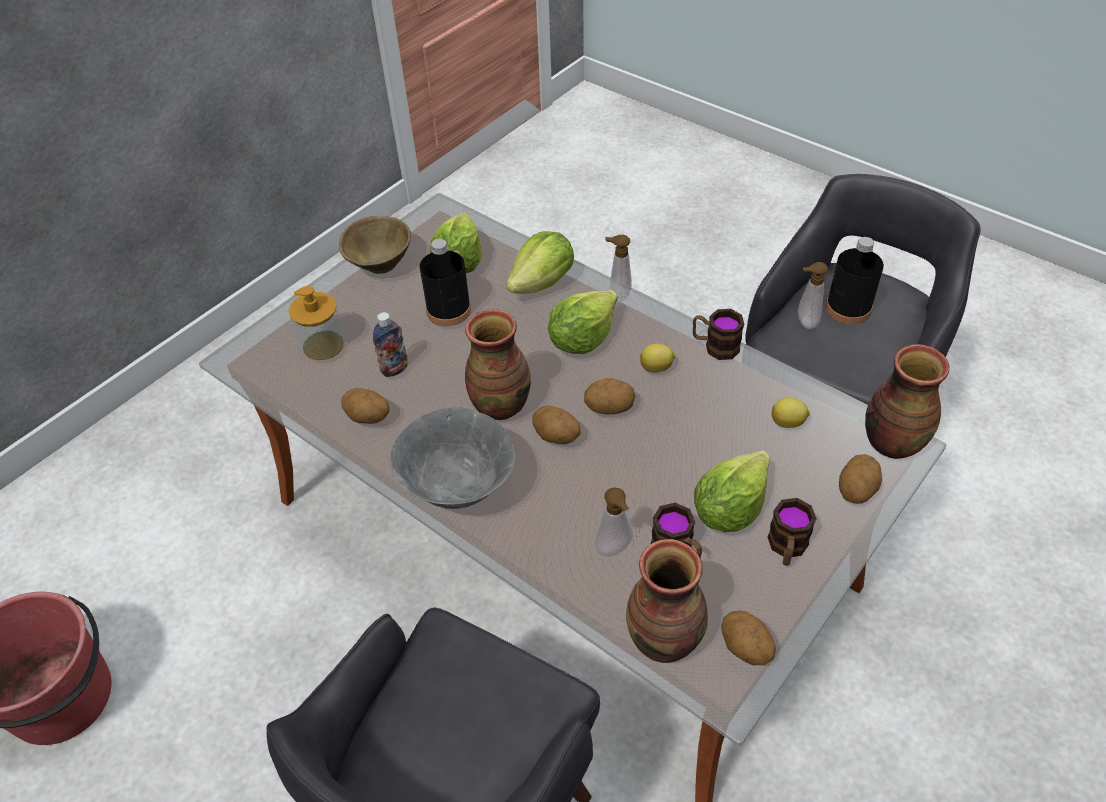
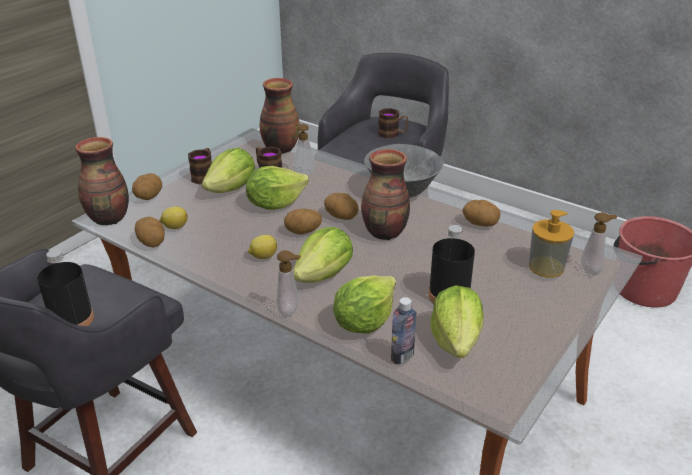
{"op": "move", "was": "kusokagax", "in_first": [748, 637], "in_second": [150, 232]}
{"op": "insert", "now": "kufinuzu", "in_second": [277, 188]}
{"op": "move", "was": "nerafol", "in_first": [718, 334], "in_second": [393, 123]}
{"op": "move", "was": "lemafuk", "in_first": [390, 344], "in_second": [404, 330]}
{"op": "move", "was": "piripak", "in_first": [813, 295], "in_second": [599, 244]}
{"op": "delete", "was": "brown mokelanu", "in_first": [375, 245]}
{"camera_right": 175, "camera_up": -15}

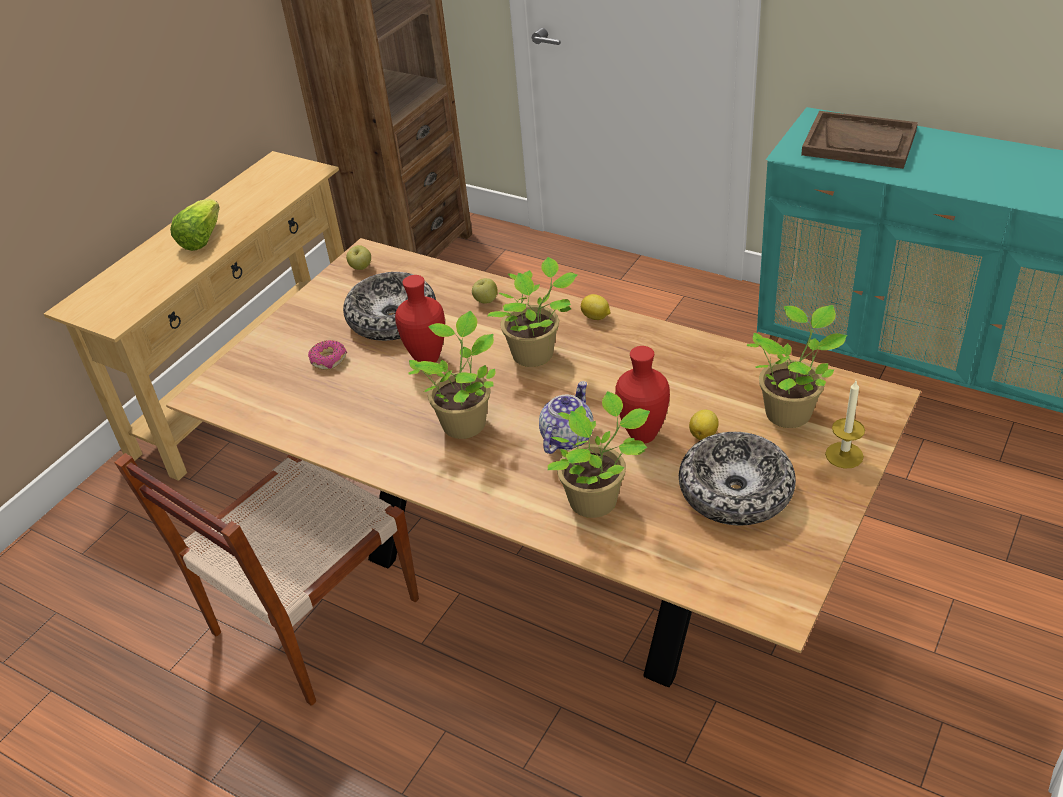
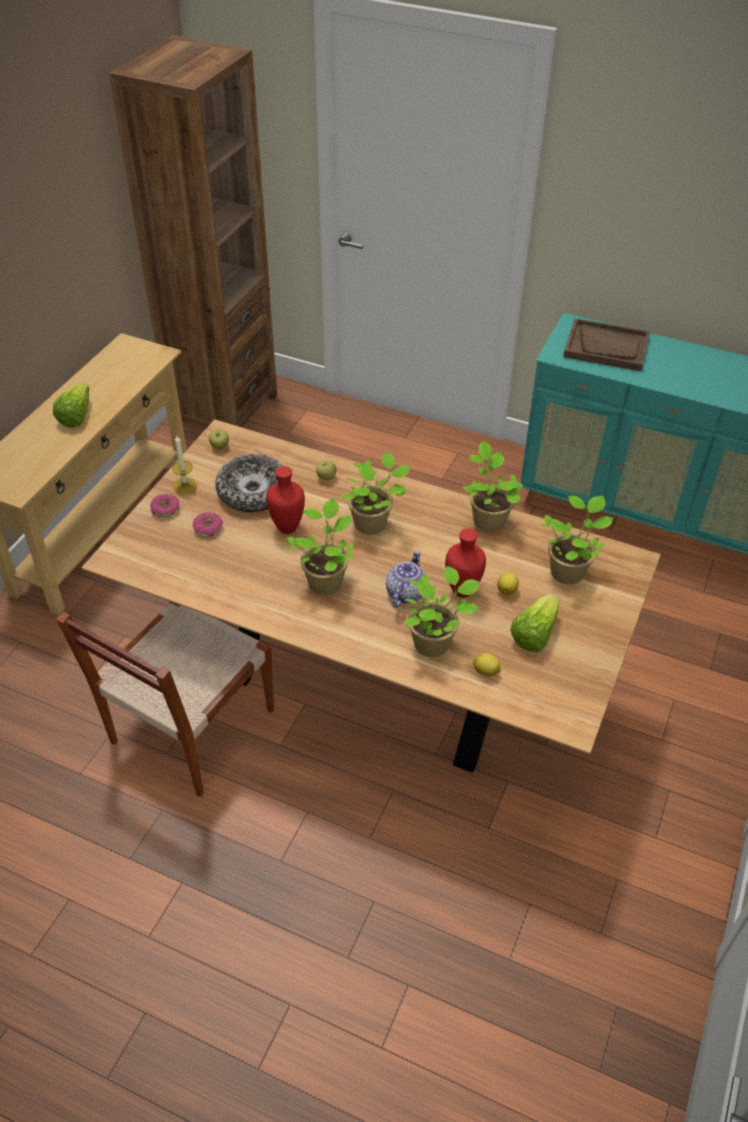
{"op": "insert", "now": "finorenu", "in_second": [165, 505]}
{"op": "move", "was": "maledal", "in_first": [845, 425], "in_second": [184, 465]}
{"op": "insert", "now": "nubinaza", "in_second": [492, 486]}
{"op": "move", "was": "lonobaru", "in_first": [596, 307], "in_second": [487, 665]}
{"op": "replace", "was": "mokelanu", "now": "kufinuzu", "in_first": [737, 478], "in_second": [535, 623]}
{"camera_right": -10, "camera_up": 5}

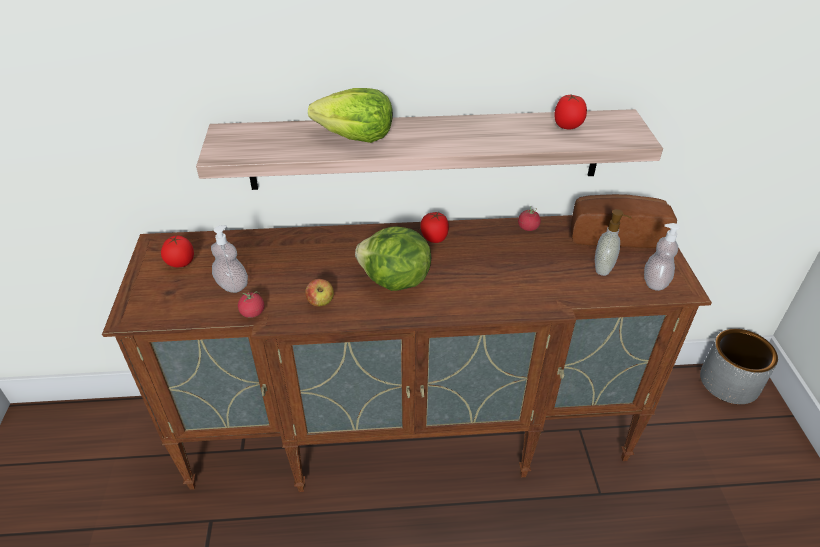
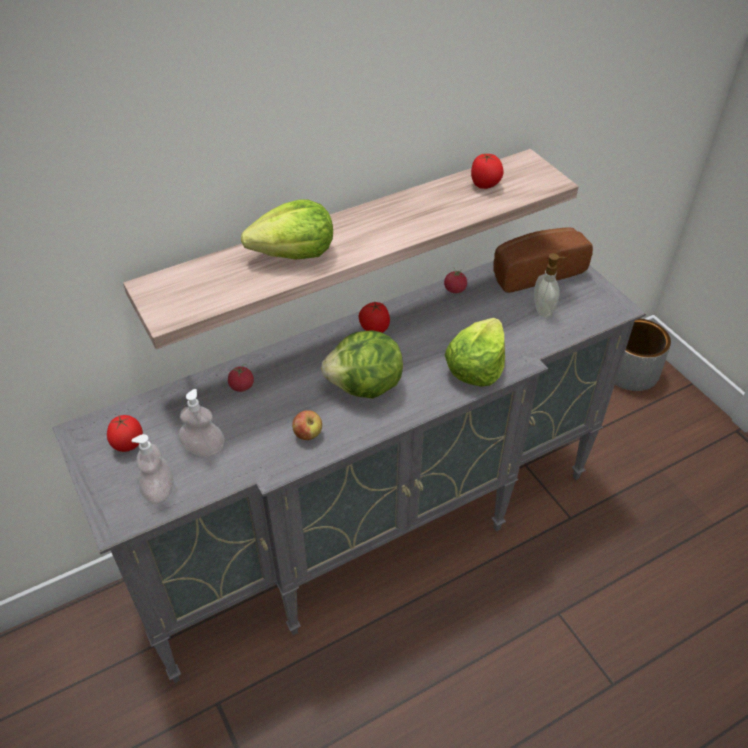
{"op": "recolor", "was": "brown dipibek", "now": "grey dipibek", "in_first": [407, 353], "in_second": [349, 472]}
{"op": "move", "was": "piripak", "in_first": [662, 257], "in_second": [152, 469]}
{"op": "move", "was": "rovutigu", "in_first": [251, 304], "in_second": [241, 378]}
{"op": "insert", "now": "kufinuzu", "in_second": [475, 352]}
{"camera_right": -25, "camera_up": 5}

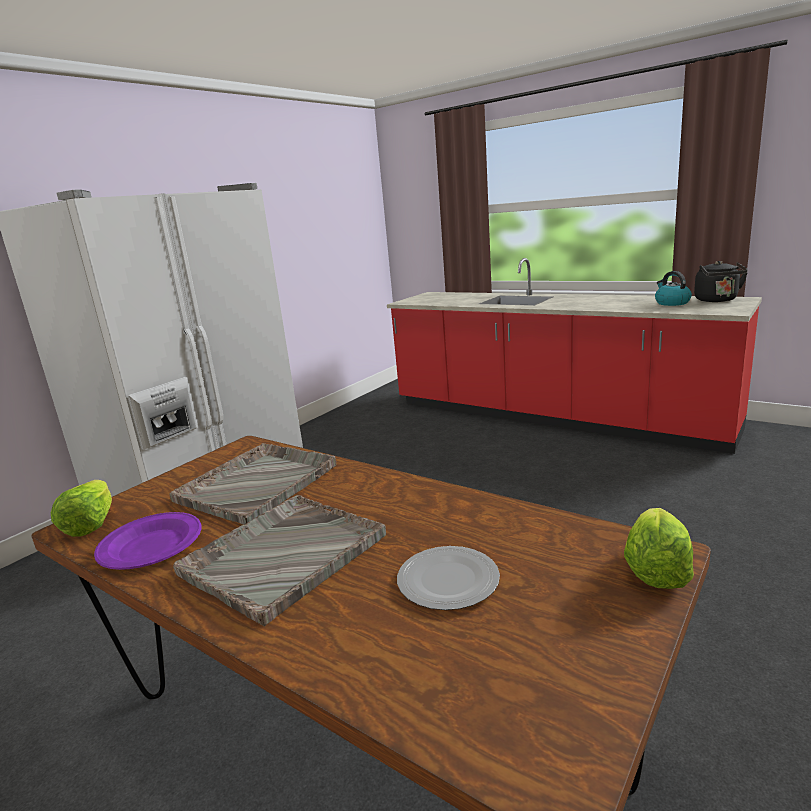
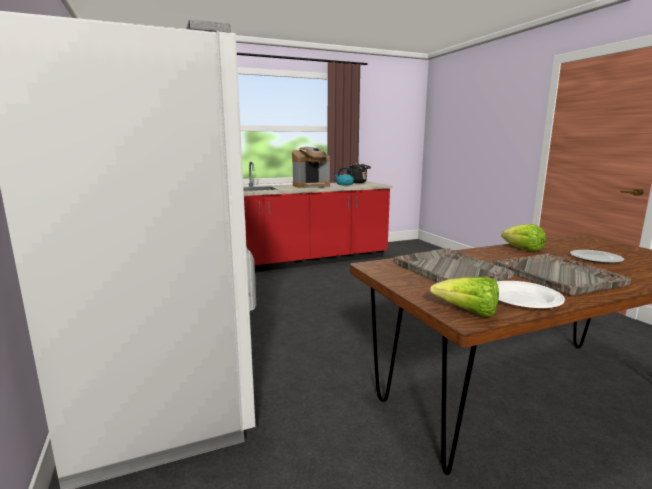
{"op": "insert", "now": "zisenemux", "in_second": [311, 167]}
{"op": "recolor", "was": "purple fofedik", "now": "white fofedik", "in_first": [148, 541], "in_second": [530, 294]}
{"op": "move", "was": "kufinuzu", "in_first": [659, 548], "in_second": [523, 238]}
{"camera_right": -60, "camera_up": -5}

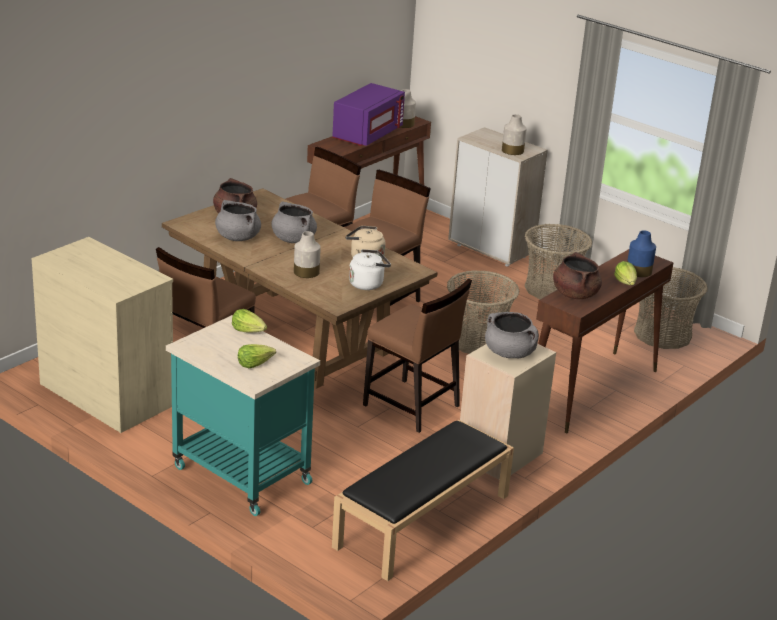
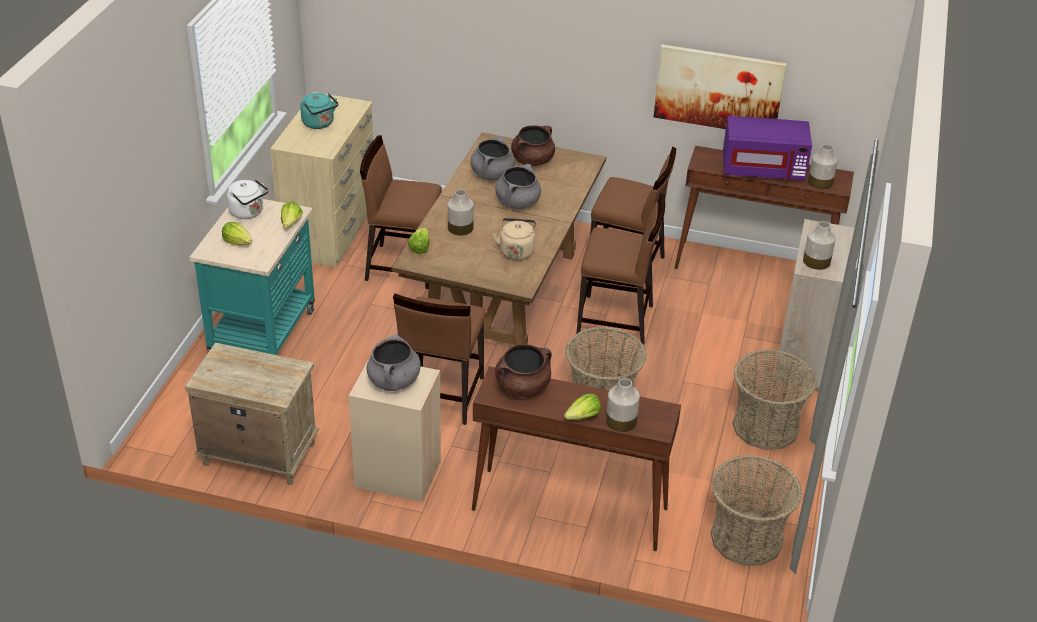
{"op": "replace", "was": "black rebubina", "now": "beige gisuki", "in_first": [423, 500], "in_second": [252, 414]}
{"op": "move", "was": "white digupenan", "in_first": [370, 269], "in_second": [248, 199]}
{"op": "insert", "now": "turquoise digupenan", "in_second": [319, 111]}
{"op": "insert", "now": "kufinuzu", "in_second": [418, 240]}
{"op": "recolor", "was": "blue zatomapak", "now": "beige zatomapak", "in_first": [641, 253], "in_second": [623, 405]}
{"op": "insert", "now": "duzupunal", "in_second": [720, 87]}
{"camera_right": 65, "camera_up": 10}

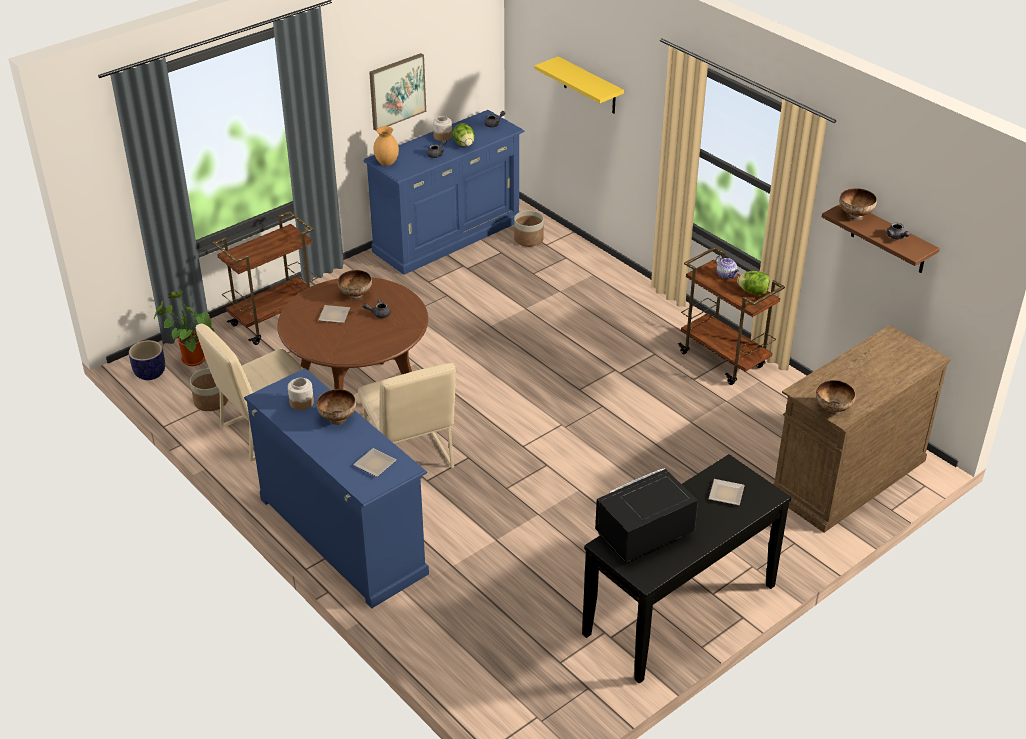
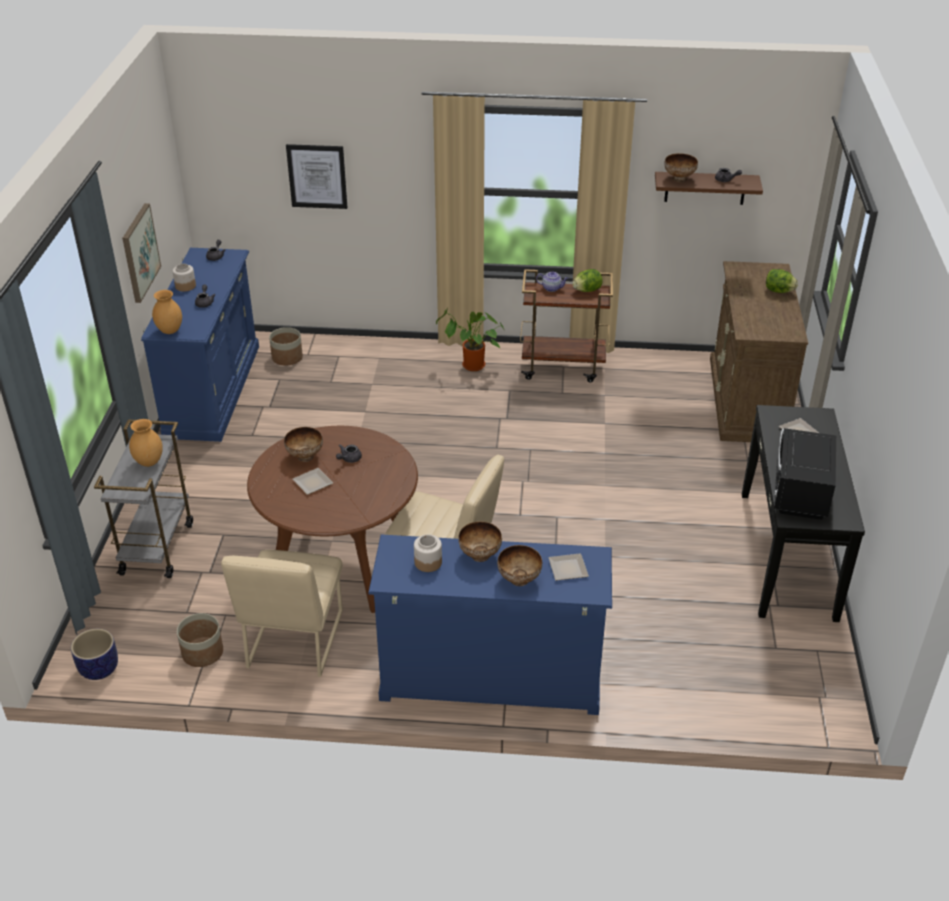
{"op": "recolor", "was": "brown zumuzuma", "now": "grey zumuzuma", "in_first": [265, 278], "in_second": [143, 498]}
{"op": "insert", "now": "brown zatomapak", "in_second": [146, 443]}
{"op": "replace", "was": "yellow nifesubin", "now": "duzupunal", "in_first": [579, 85], "in_second": [316, 176]}
{"op": "move", "was": "nubinaza", "in_first": [184, 328], "in_second": [470, 339]}
{"op": "move", "was": "mokelanu", "in_first": [835, 397], "in_second": [519, 565]}
{"op": "move", "was": "kufinuzu", "in_first": [463, 135], "in_second": [782, 281]}
{"camera_right": -45, "camera_up": 0}

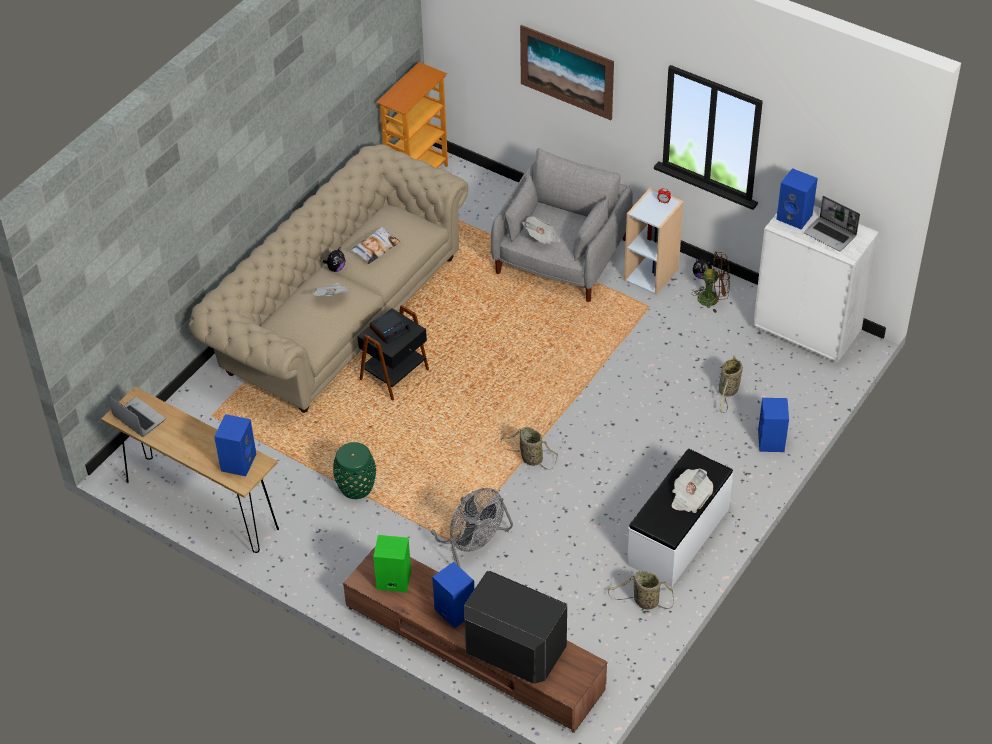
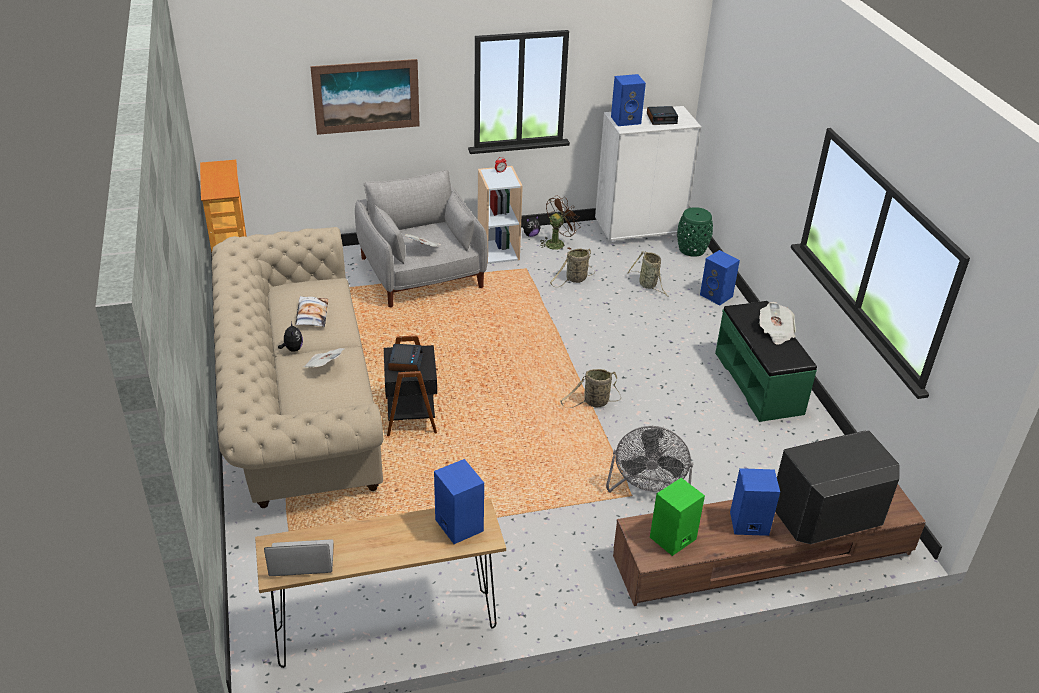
{"op": "move", "was": "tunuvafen", "in_first": [641, 590], "in_second": [572, 267]}
{"op": "rotate", "was": "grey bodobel", "in_first": [472, 527], "in_second": [649, 459], "clockwise": 105}
{"op": "replace", "was": "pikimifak", "now": "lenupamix", "in_first": [832, 223], "in_second": [662, 115]}
{"op": "move", "was": "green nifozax", "in_first": [354, 470], "in_second": [695, 232]}
{"op": "recolor", "was": "white rebubina", "now": "green rebubina", "in_first": [680, 518], "in_second": [766, 361]}
{"camera_right": -50, "camera_up": -10}

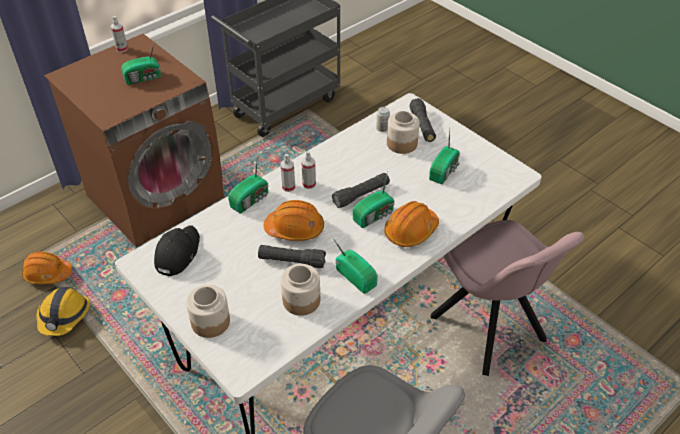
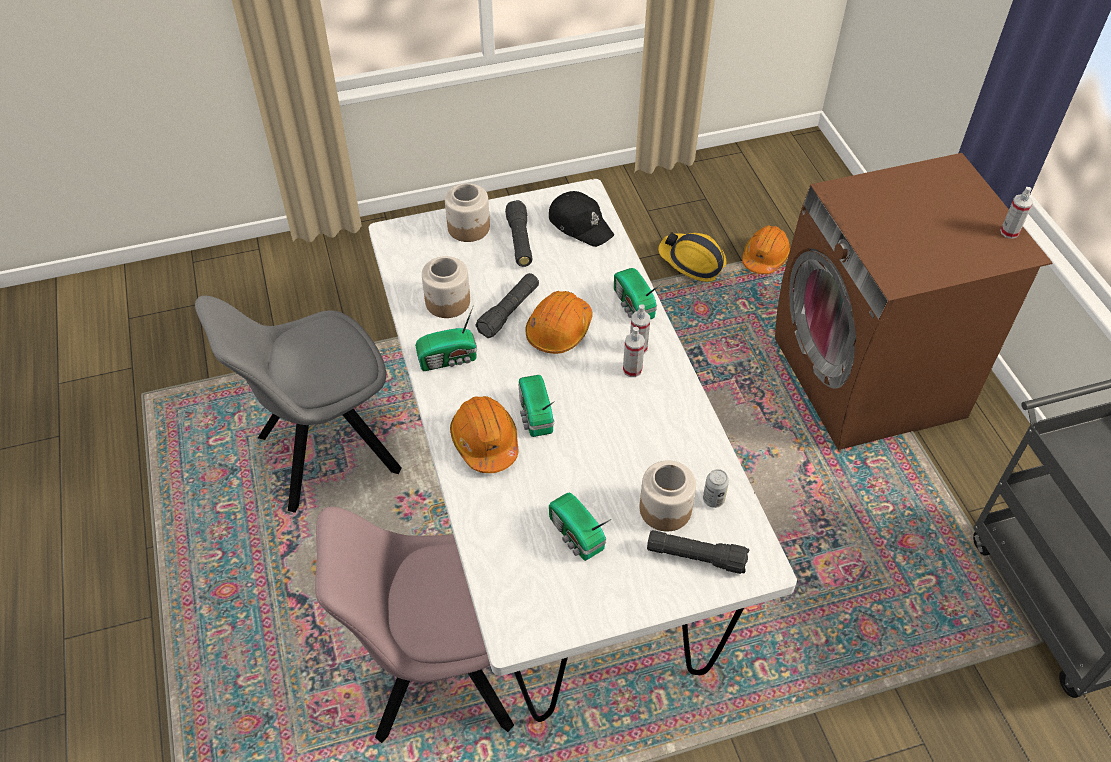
{"op": "move", "was": "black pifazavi", "in_first": [361, 190], "in_second": [519, 233]}
{"op": "delete", "was": "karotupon", "in_first": [141, 62]}
{"camera_right": 115, "camera_up": 5}

